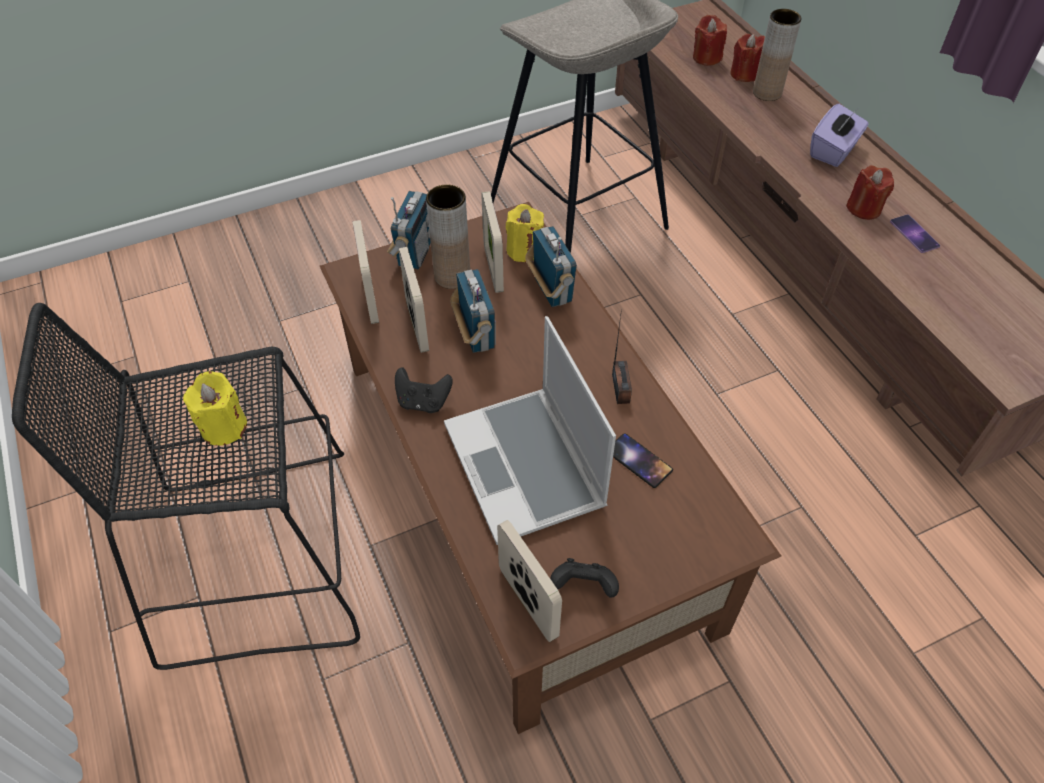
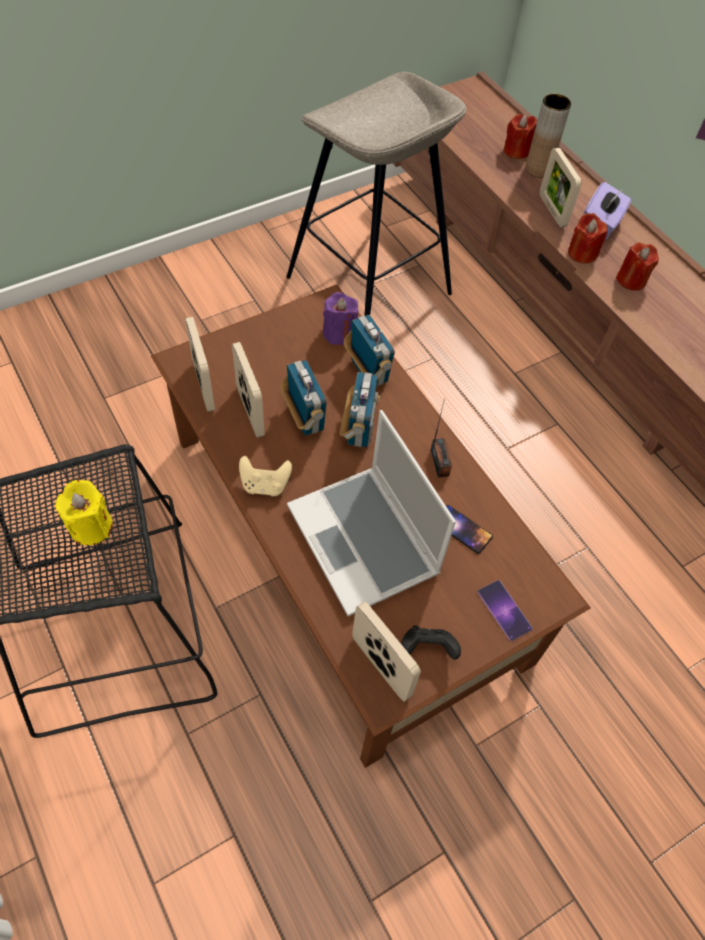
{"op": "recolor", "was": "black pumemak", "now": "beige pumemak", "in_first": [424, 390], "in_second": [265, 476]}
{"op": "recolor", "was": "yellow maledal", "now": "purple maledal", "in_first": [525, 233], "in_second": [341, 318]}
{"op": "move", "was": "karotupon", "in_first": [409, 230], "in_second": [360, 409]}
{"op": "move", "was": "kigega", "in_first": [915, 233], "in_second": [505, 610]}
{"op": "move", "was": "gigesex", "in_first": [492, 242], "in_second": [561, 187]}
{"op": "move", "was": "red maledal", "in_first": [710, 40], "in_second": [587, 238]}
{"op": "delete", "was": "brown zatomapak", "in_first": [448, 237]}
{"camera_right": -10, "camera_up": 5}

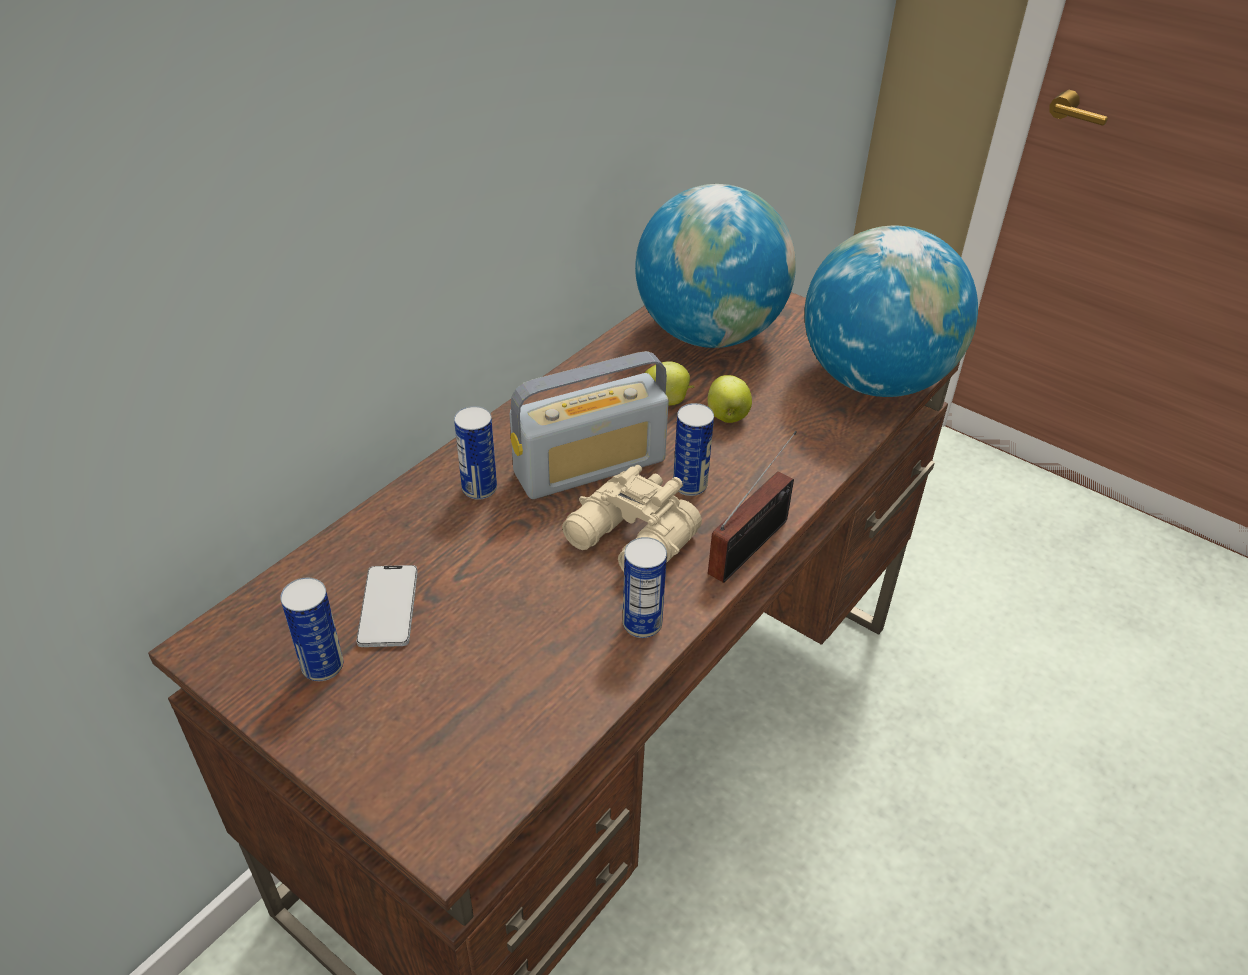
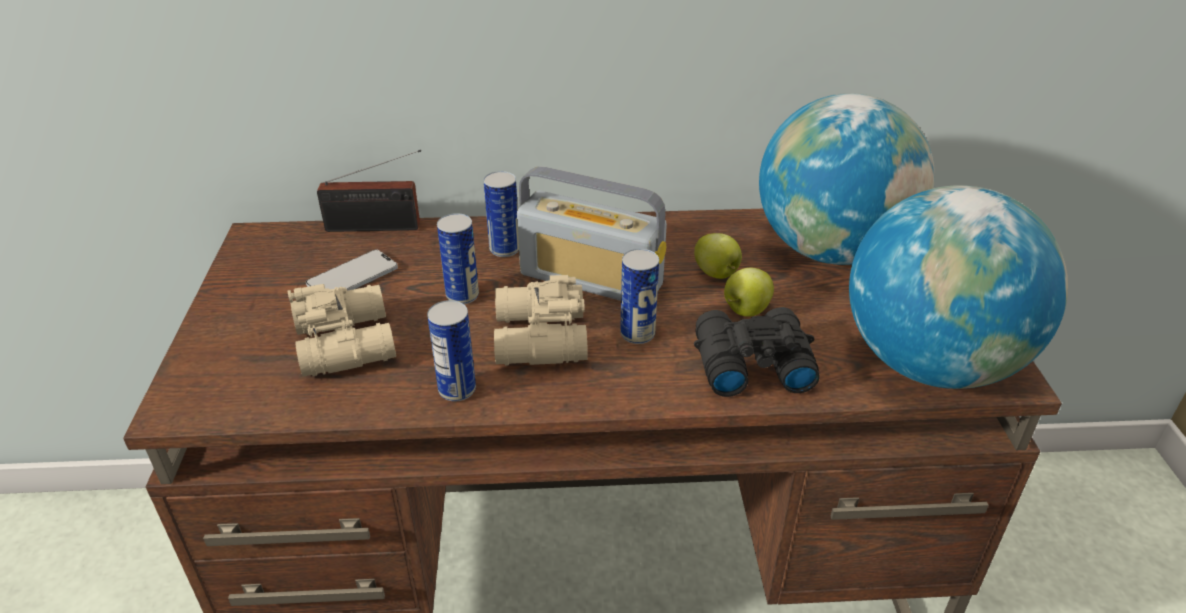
{"op": "insert", "now": "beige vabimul", "in_second": [342, 330]}
{"op": "move", "was": "karotupon", "in_first": [752, 507], "in_second": [369, 191]}
{"op": "move", "was": "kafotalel", "in_first": [311, 629], "in_second": [458, 258]}
{"op": "insert", "now": "black vabimul", "in_second": [757, 352]}
{"camera_right": 50, "camera_up": -5}

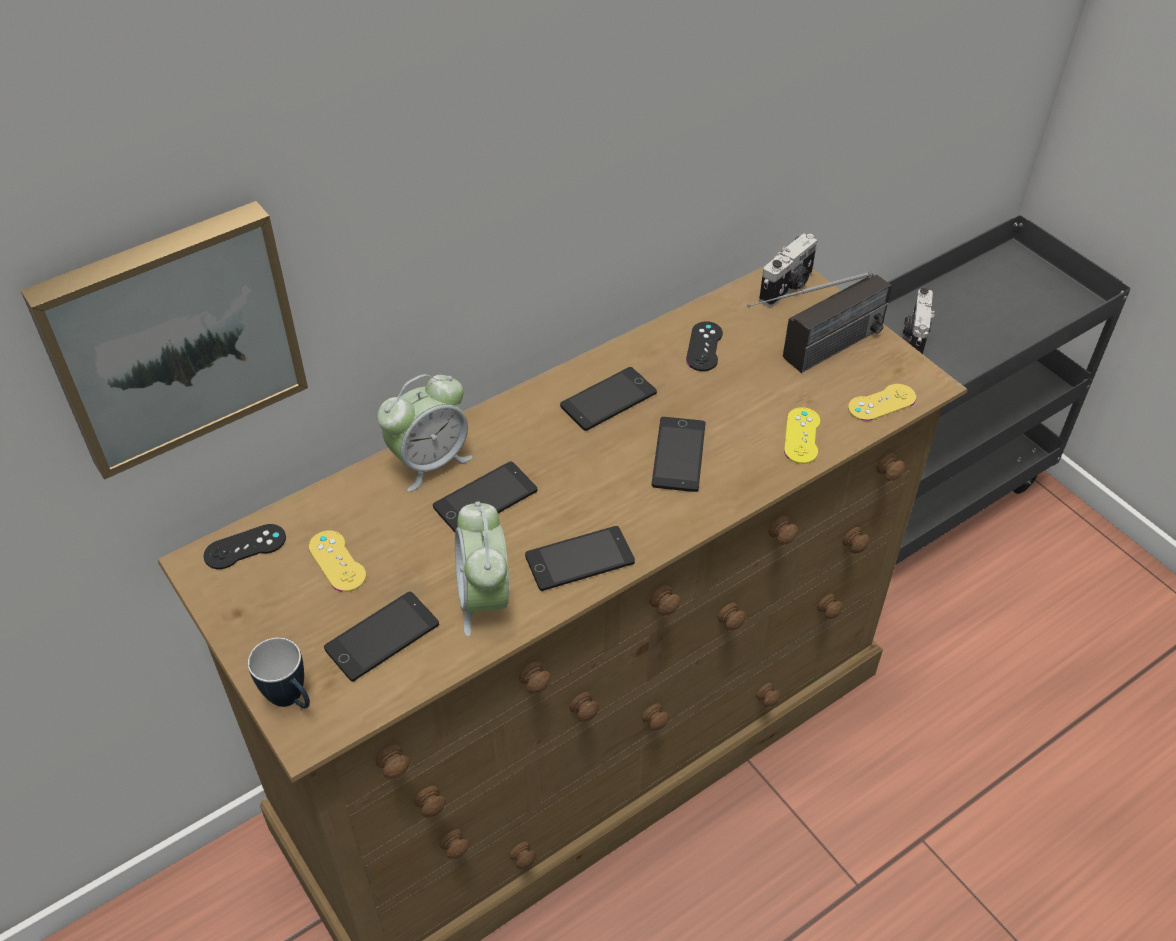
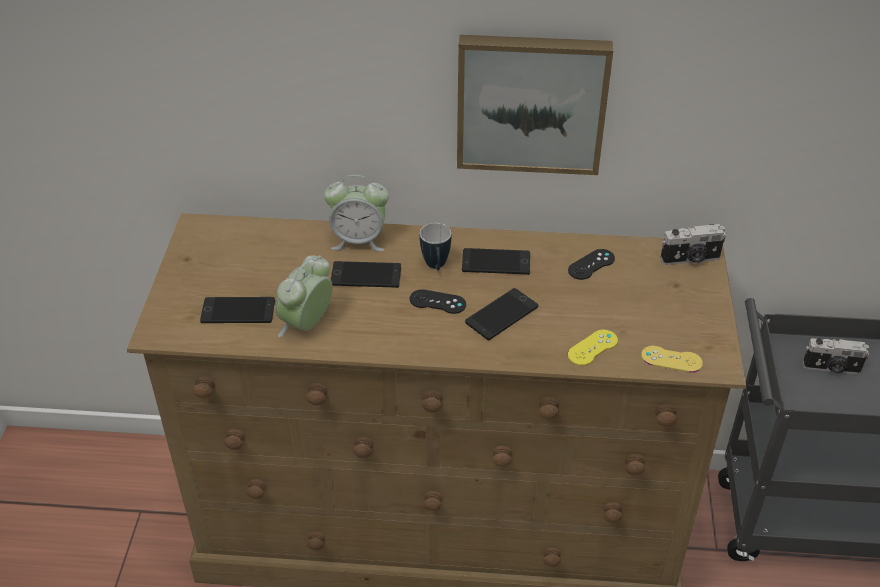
{"op": "move", "was": "black pumemak", "in_first": [244, 546], "in_second": [438, 301]}
{"op": "move", "was": "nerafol", "in_first": [279, 672], "in_second": [435, 246]}
{"op": "move", "was": "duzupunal", "in_first": [164, 340], "in_second": [535, 105]}
{"op": "rotate", "was": "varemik", "in_first": [918, 321], "in_second": [836, 356], "clockwise": -135}
{"op": "delete", "was": "yellow pumemak", "in_first": [337, 561]}
{"op": "delete", "was": "kigega", "in_first": [580, 558]}
{"op": "delete", "was": "karotupon", "in_first": [819, 322]}
{"camera_right": 40, "camera_up": -5}

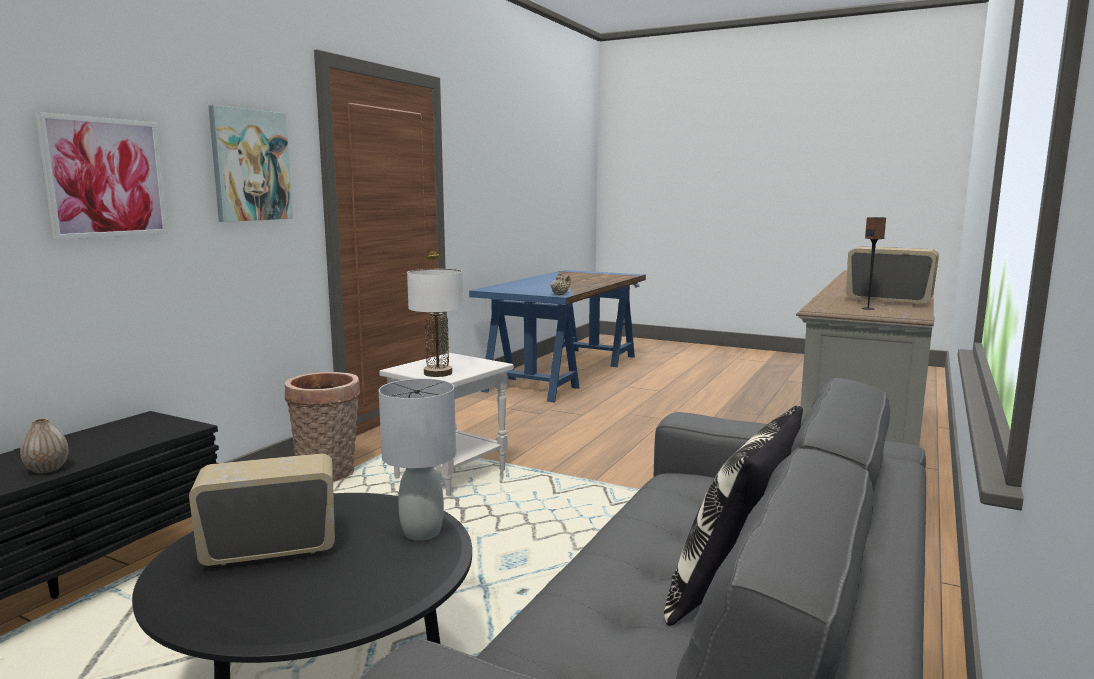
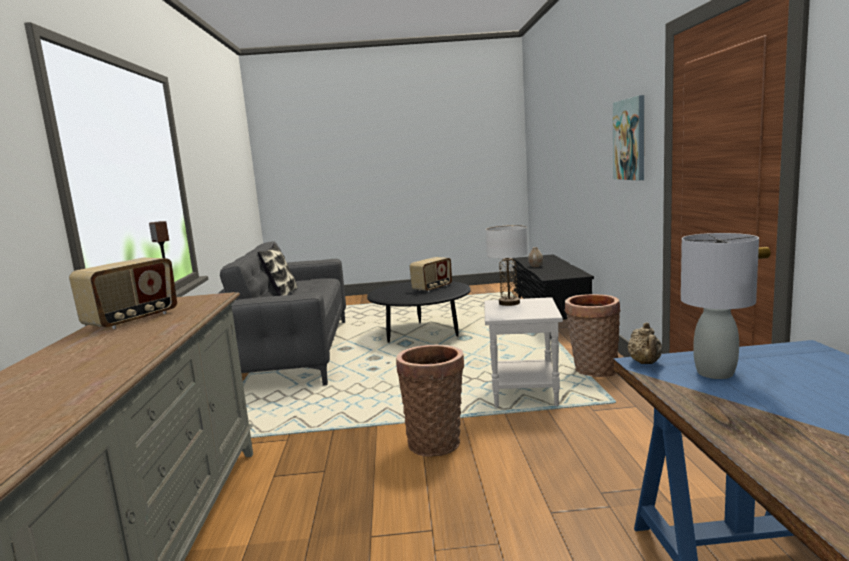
{"op": "rotate", "was": "karotupon", "in_first": [892, 276], "in_second": [123, 293], "clockwise": -60}
{"op": "insert", "now": "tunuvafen", "in_second": [430, 401]}
{"op": "move", "was": "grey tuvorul", "in_first": [417, 460], "in_second": [720, 306]}
{"op": "delete", "was": "duzupunal", "in_first": [101, 176]}
{"camera_right": 150, "camera_up": 0}

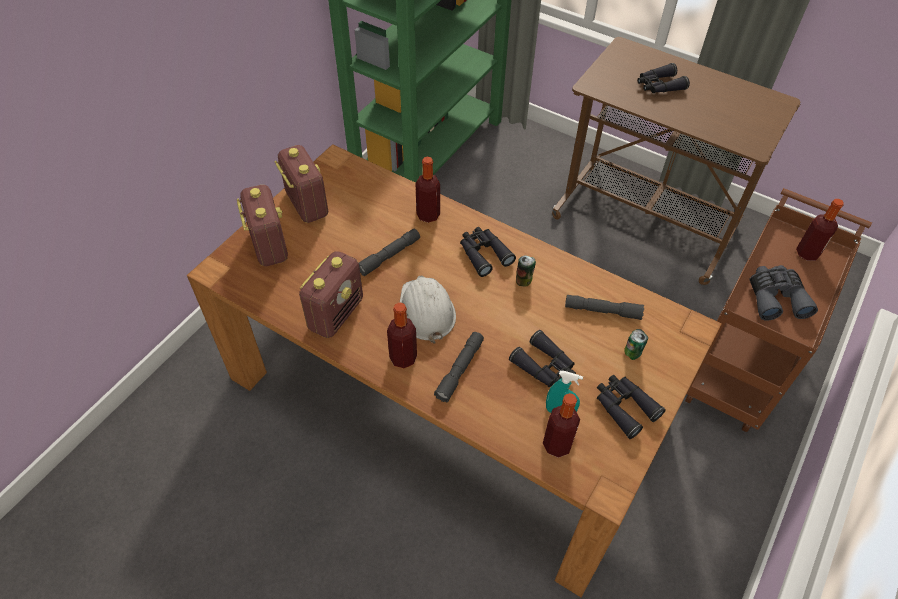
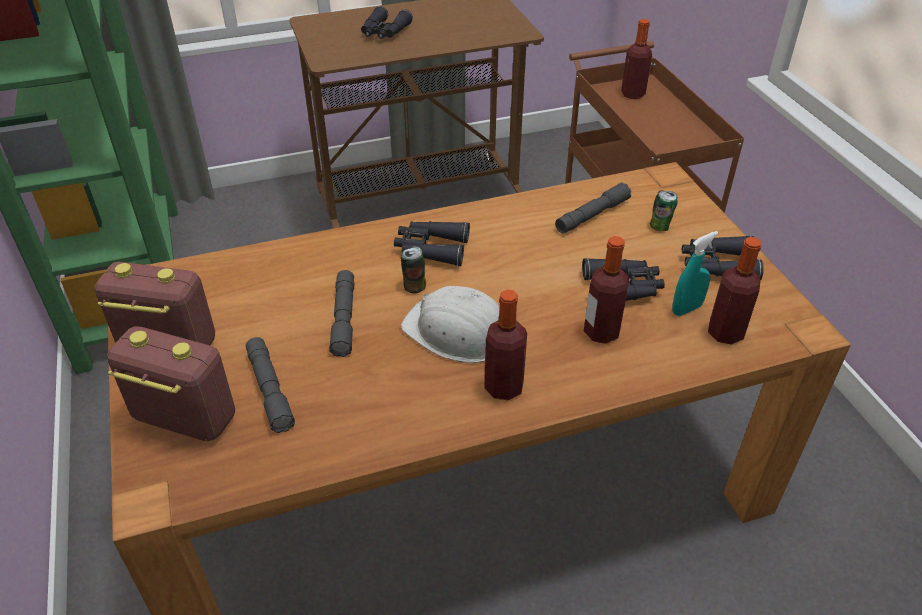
{"op": "move", "was": "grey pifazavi", "in_first": [459, 367], "in_second": [270, 385]}
{"op": "move", "was": "kafotalel", "in_first": [526, 271], "in_second": [413, 270]}
{"op": "move", "was": "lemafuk", "in_first": [428, 189], "in_second": [606, 290]}
{"op": "delete", "was": "karotupon", "in_first": [331, 294]}
{"op": "delete", "was": "grey vabimul", "in_first": [784, 293]}
{"camera_right": -50, "camera_up": -10}

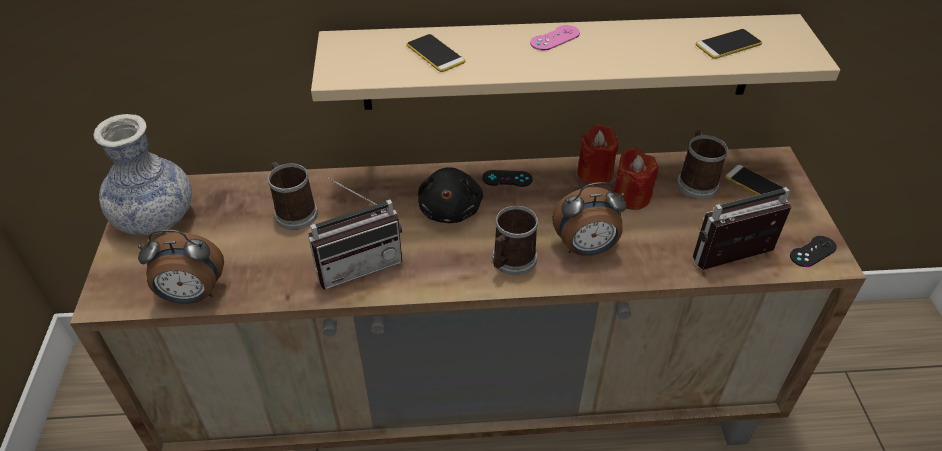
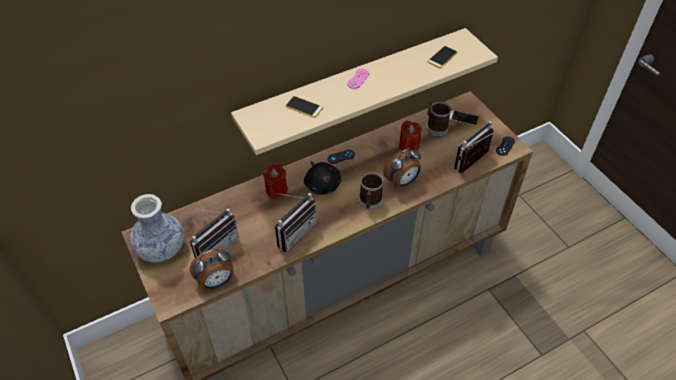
{"op": "insert", "now": "karotupon", "in_second": [214, 233]}
{"op": "move", "was": "red maledal", "in_first": [598, 154], "in_second": [275, 180]}
{"op": "delete", "was": "nerafol", "in_first": [293, 196]}
{"camera_right": -25, "camera_up": 5}

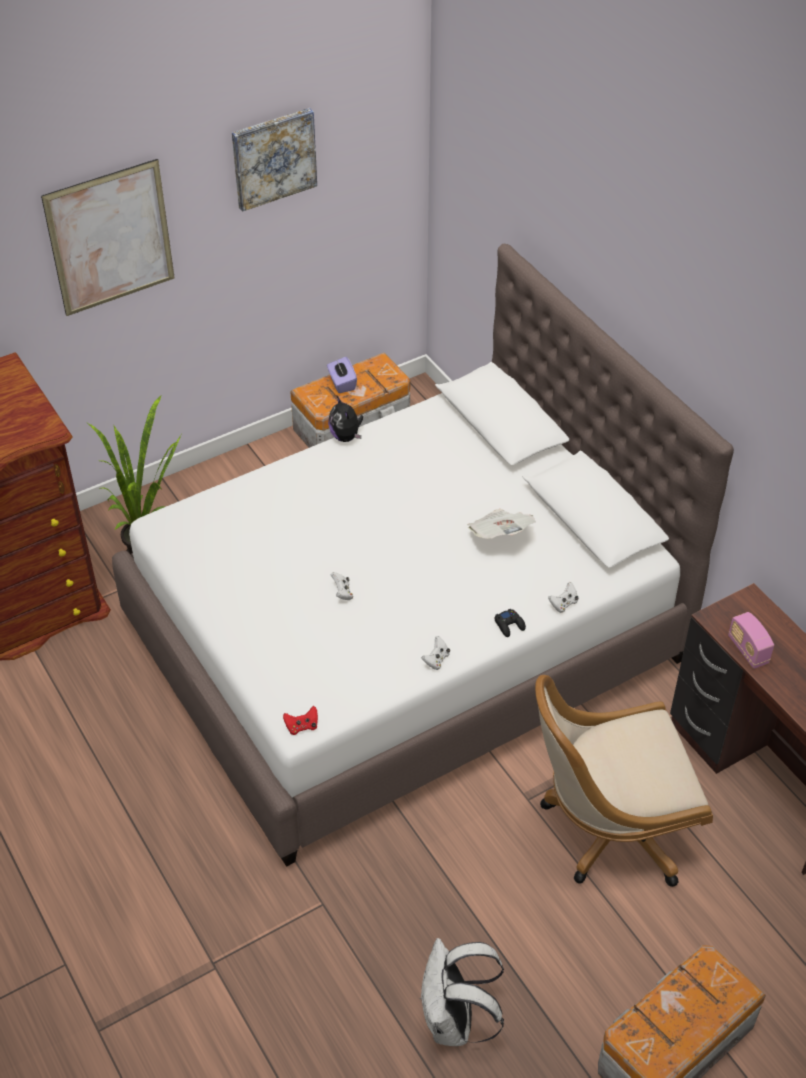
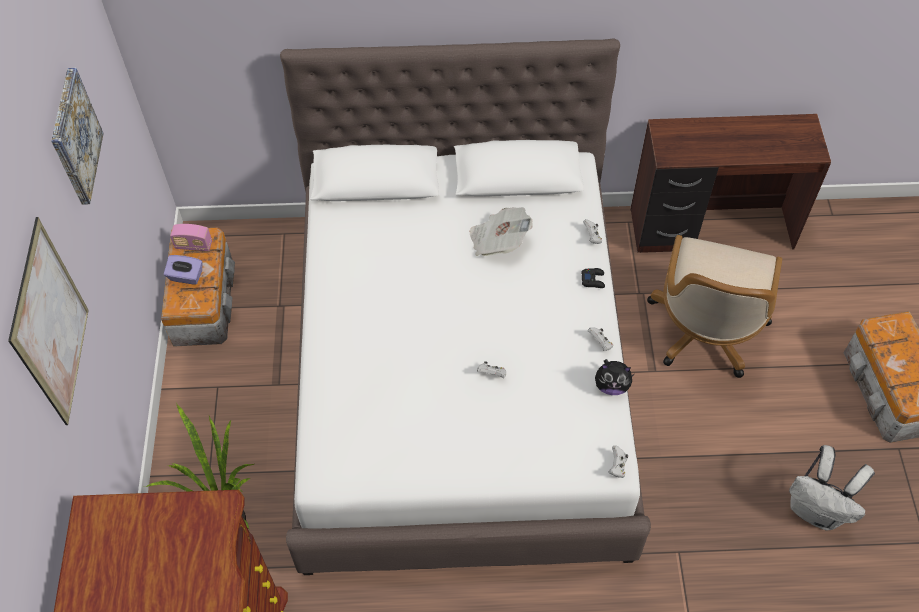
{"op": "move", "was": "karotupon", "in_first": [751, 640], "in_second": [191, 237]}
{"op": "move", "was": "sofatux", "in_first": [345, 419], "in_second": [615, 377]}
{"op": "recolor", "was": "red pumemak", "now": "white pumemak", "in_first": [300, 720], "in_second": [618, 461]}
{"camera_right": -60, "camera_up": 10}

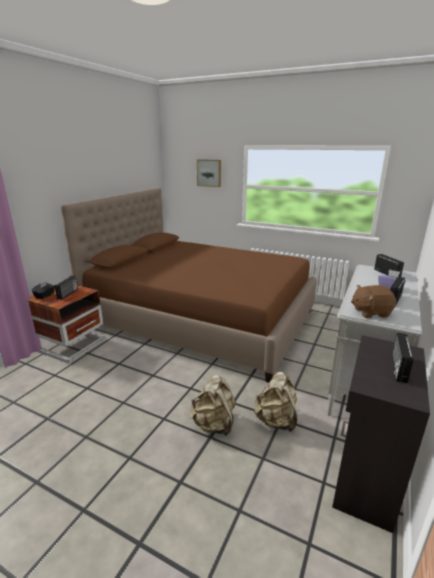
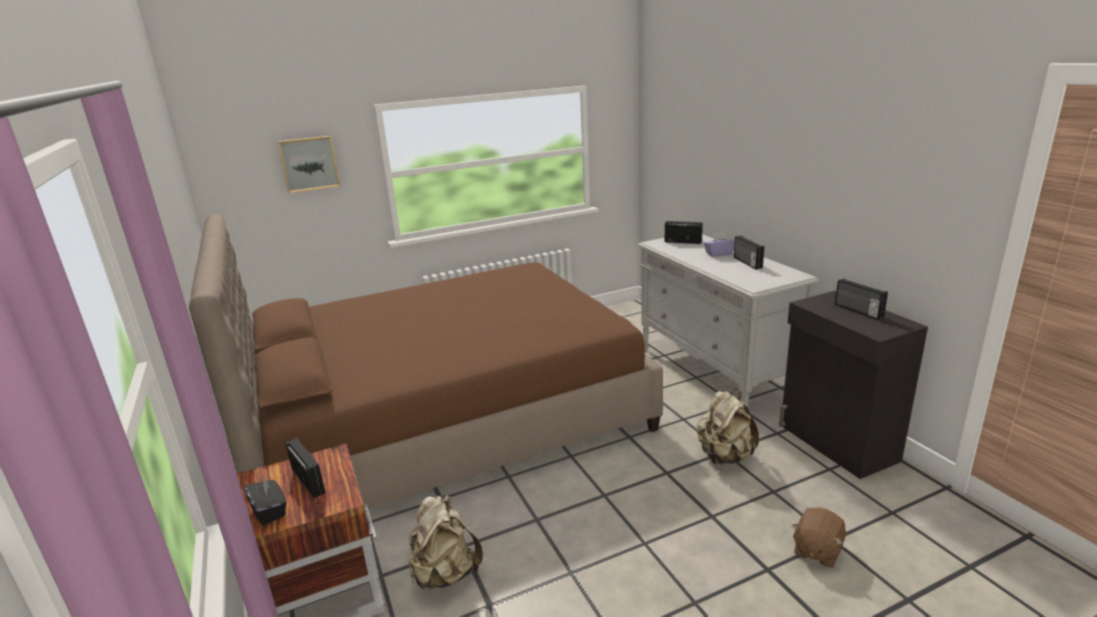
{"op": "move", "was": "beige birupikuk", "in_first": [213, 405], "in_second": [446, 542]}
{"op": "move", "was": "brown sofatux", "in_first": [373, 301], "in_second": [819, 537]}
{"camera_right": -50, "camera_up": 0}

